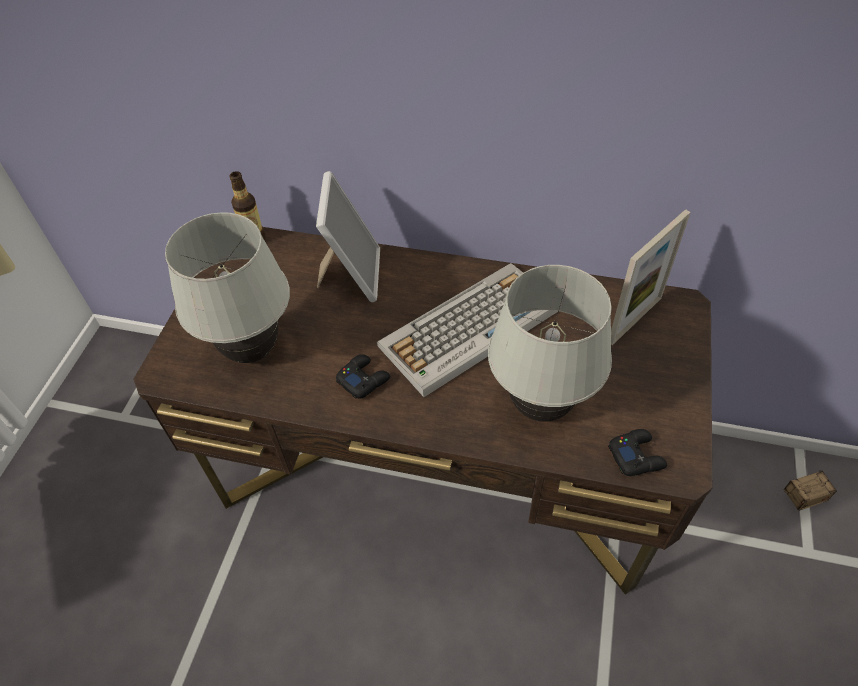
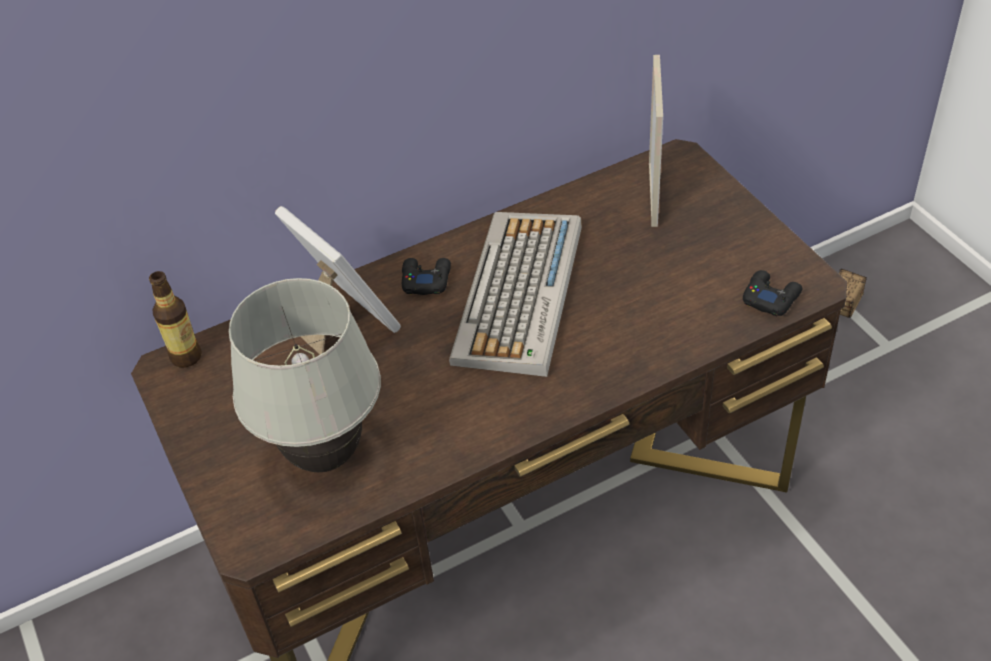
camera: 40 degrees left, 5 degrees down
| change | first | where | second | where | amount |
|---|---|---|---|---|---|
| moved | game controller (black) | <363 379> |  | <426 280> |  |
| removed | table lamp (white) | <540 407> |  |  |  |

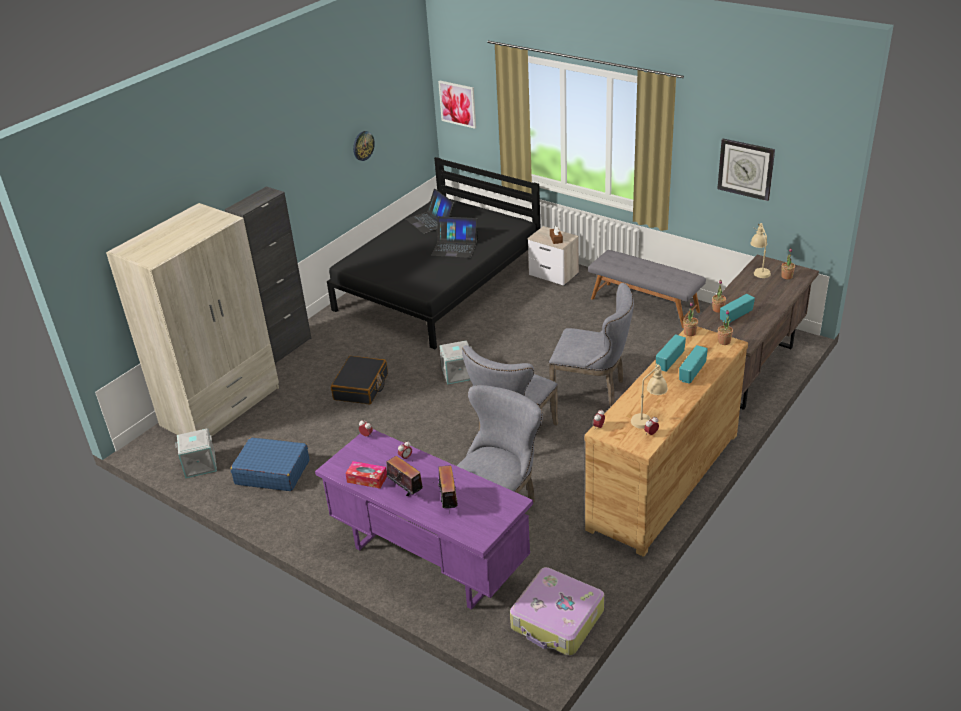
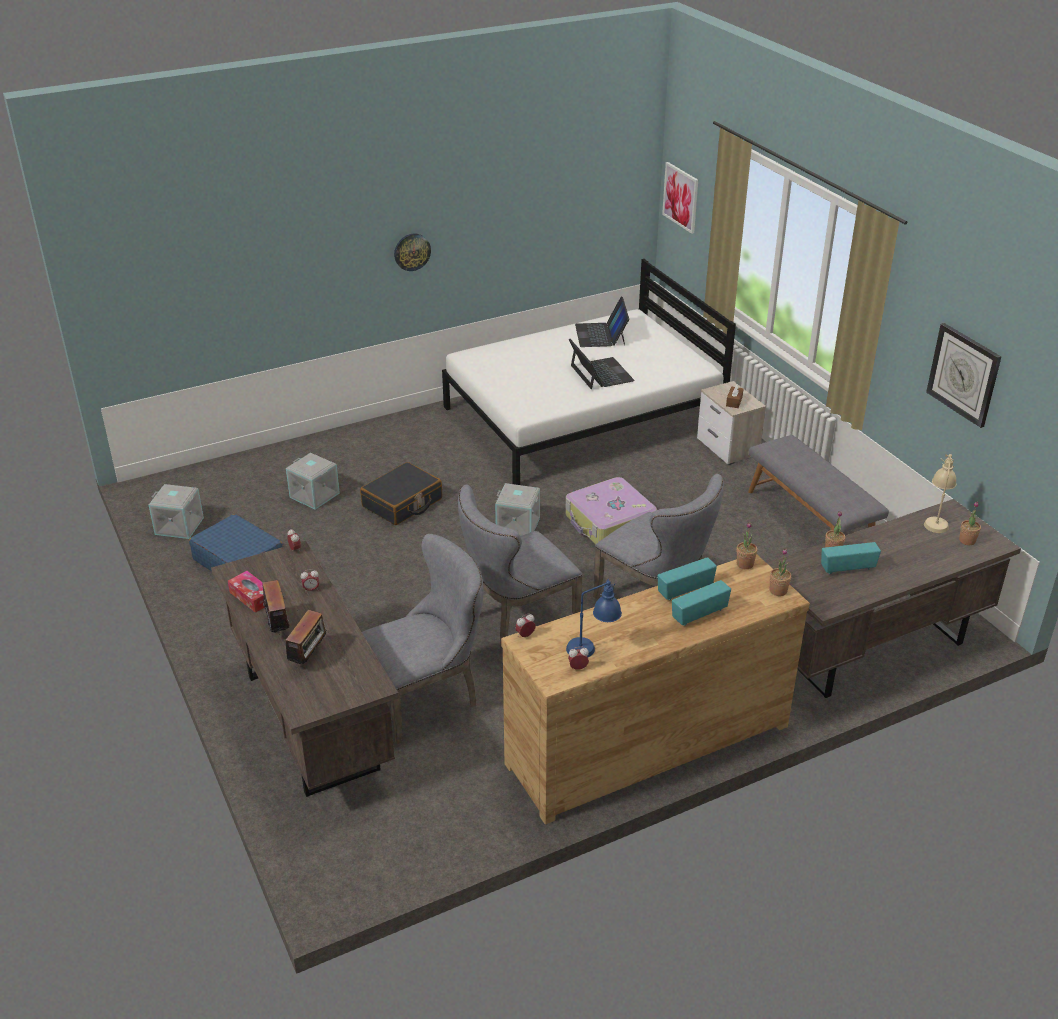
camera: 25 degrees right, 0 degrees up
| change | first | where | second | where | amount |
|---|---|---|---|---|---|
| removed | wardrobe (beige) | <221 406> |  |  |  |
| removed | cabinet (black) | <285 347> |  |  |  |
| recoloured | desk (purple) | <428 559> | desk (brown) | <310 721> |  |
| recoloured | bed (black) | <439 286> | bed (white) | <582 417> |  |
| moved | wall clock | <363 145> |  | <412 251> |  |
| turned | laptop | <455 247> |  | <600 373> | 150 degrees counterclockwise |
| moved | suitcase | <557 620> |  | <609 523> |  |
| recoloured | table lamp (beige) | <648 418> | table lamp (blue) | <593 648> |  |
| added |  |  | storage box (grey) | <315 495> |  |

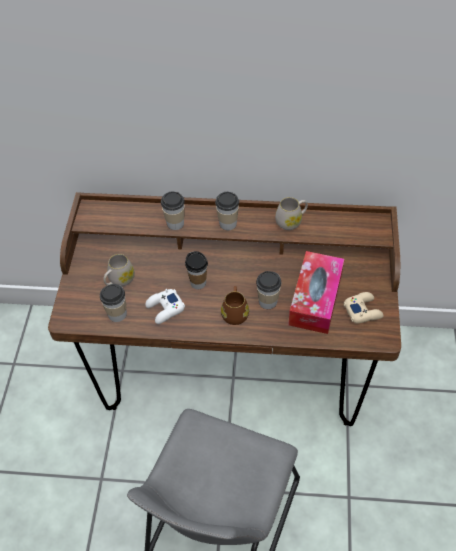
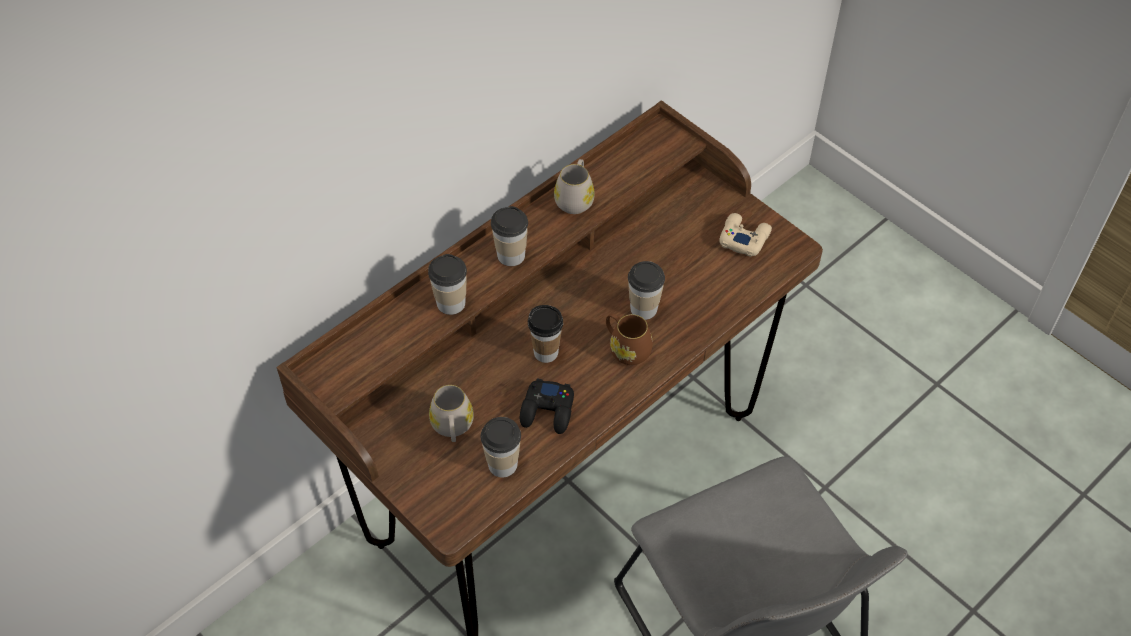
camera: 50 degrees left, 0 degrees up
| change | first | where | second | where | amount |
|---|---|---|---|---|---|
| recoloured | game controller (white) | <165 309> | game controller (black) | <548 411> |  |
| removed | tissue box | <315 299> |  |  |  |

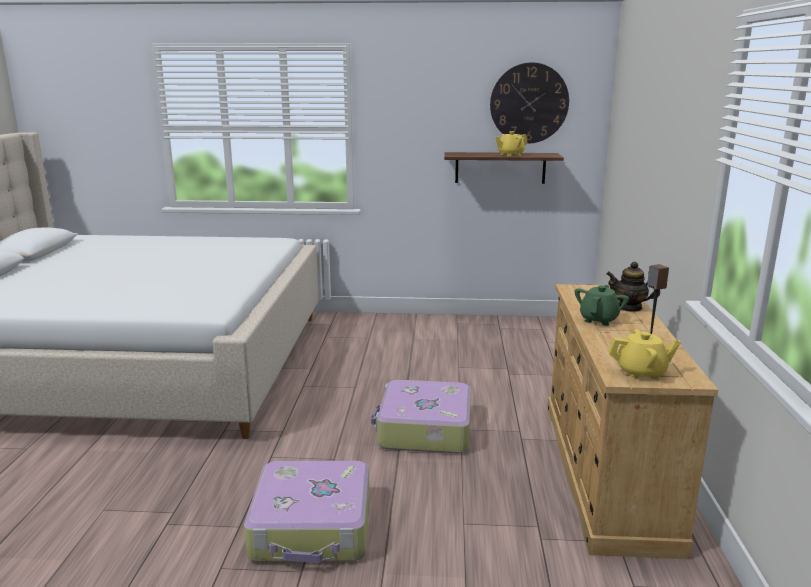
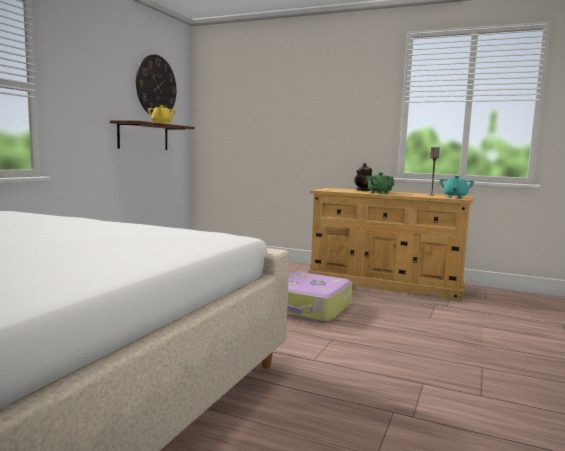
camera: 70 degrees left, 10 degrees down
| change | first | where | second | where | amount |
|---|---|---|---|---|---|
| removed | suitcase | <313 527> |  |  |  |
| recoloured | teapot (yellow) | <641 373> | teapot (turquoise) | <455 197> |  |

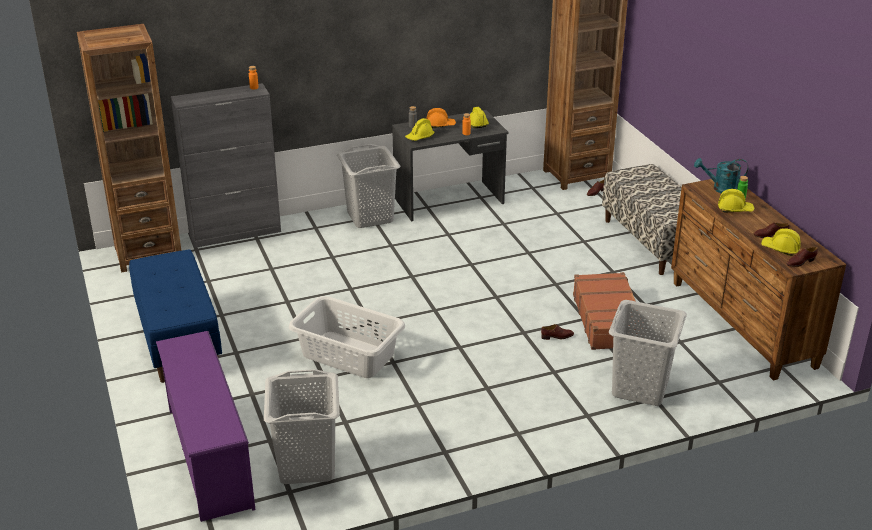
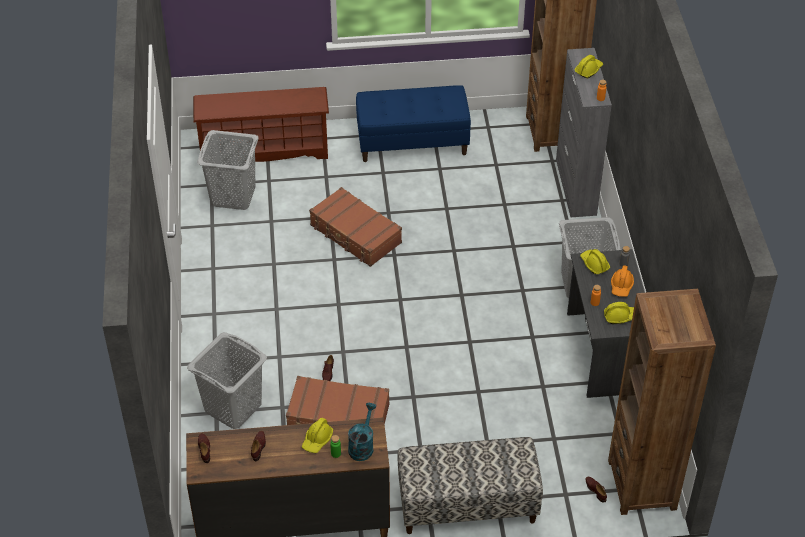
camera: 105 degrees right, 15 degrees up
| change | first | where | second | where | amount |
|---|---|---|---|---|---|
| recoloured | shoe rack (purple) | <208 457> | shoe rack (brown) | <265 150> |  |
| replaced | laundry basket (grey) | <348 354> | suitcase (brown) | <355 234> |  |
| moved | hard hat (yellow) | <780 248> |  | <588 70> |  |

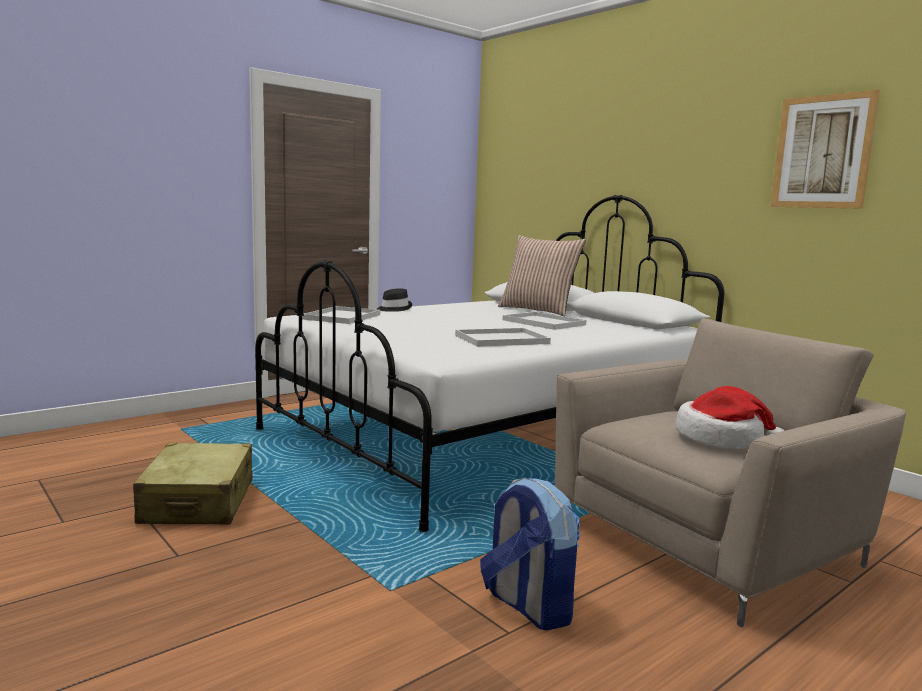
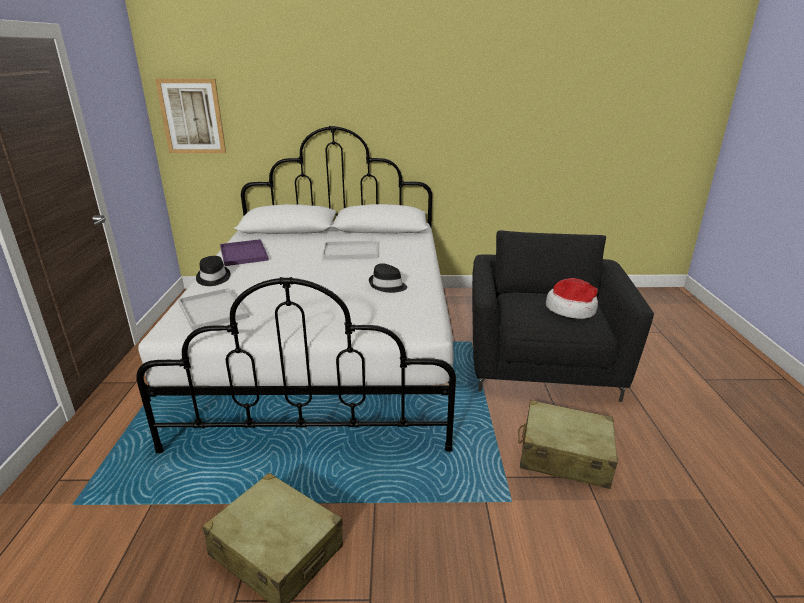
camera: 50 degrees left, 15 degrees up
| change | first | where | second | where | amount |
|---|---|---|---|---|---|
| replaced | tray (white) | <500 339> | hat (black) | <387 286> |  |
| replaced | backpack | <527 606> | suitcase (beige) | <564 455> |  |
| removed | pillow | <538 310> |  |  |  |
| recoloured | armchair (beige) | <706 542> | armchair (black) | <541 363> |  |
| moved | picture | <822 152> |  | <192 116> |  |
| added |  |  | tray (purple) | <244 254> |  |

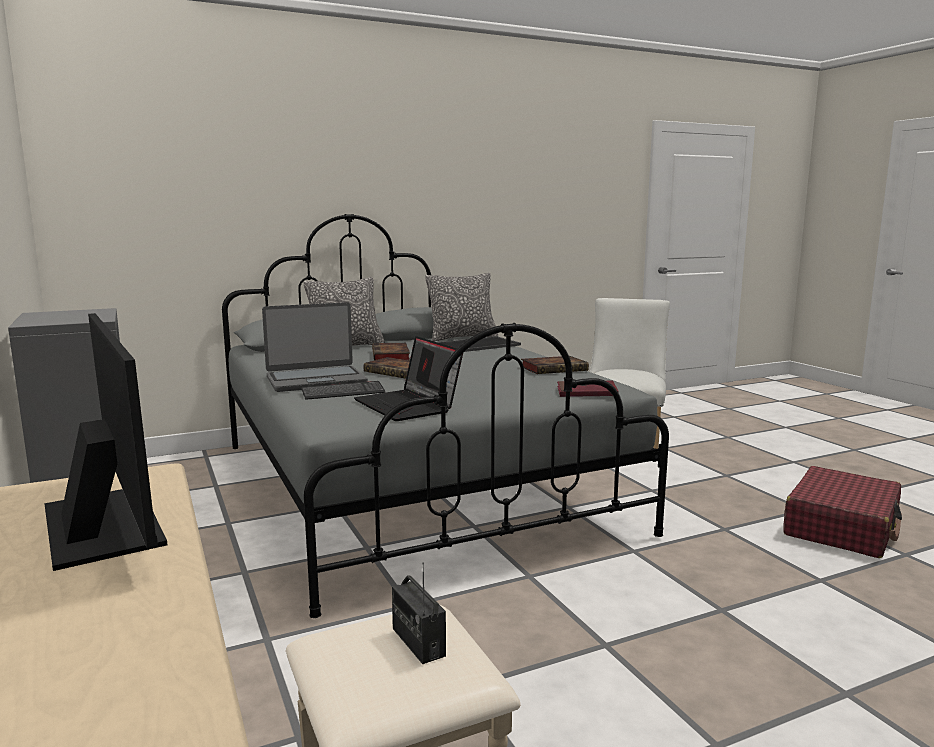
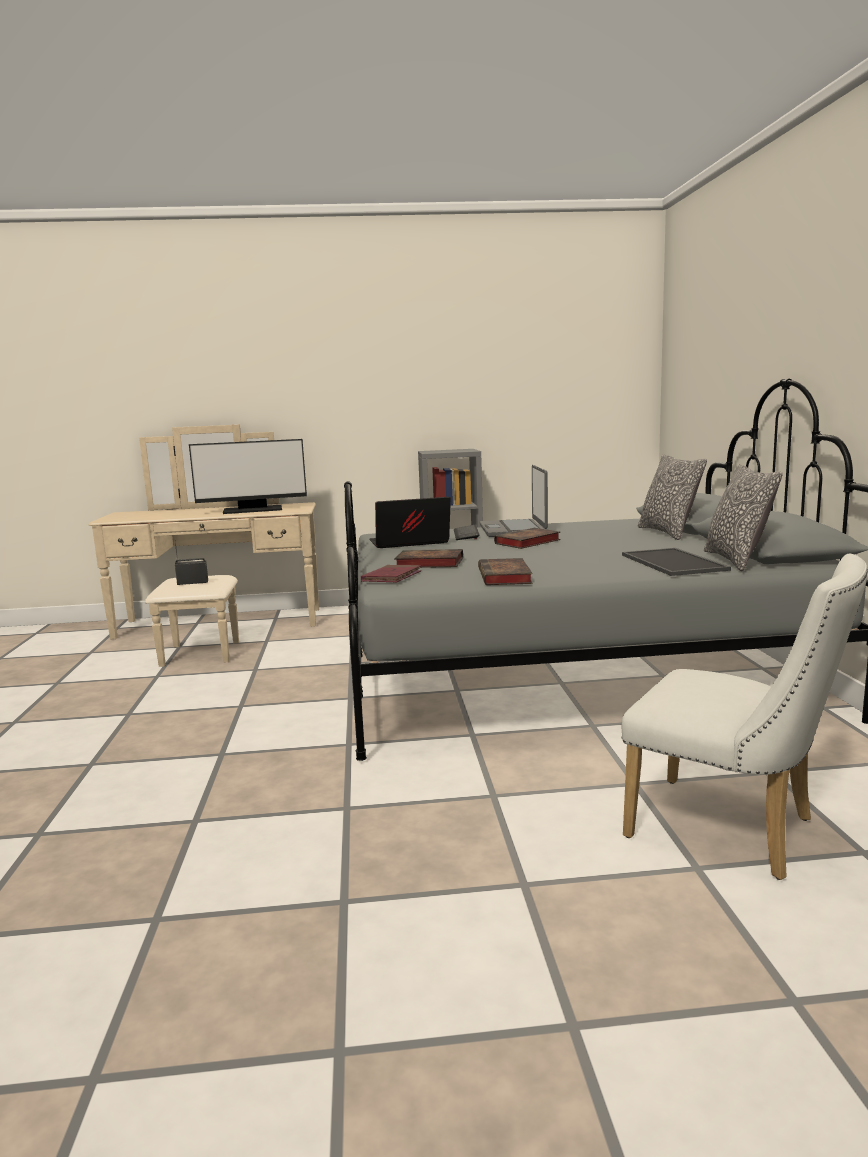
camera: 110 degrees right, 0 degrees up
| change | first | where | second | where | amount |
|---|---|---|---|---|---|
| moved | book | <391 356> |  | <427 563> |  |
| removed | suitcase (red) | <841 527> |  |  |  |

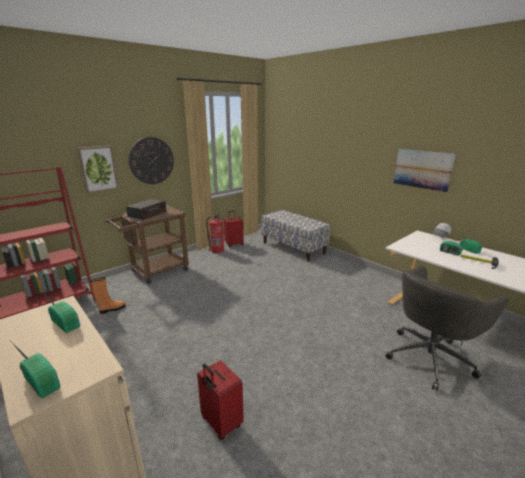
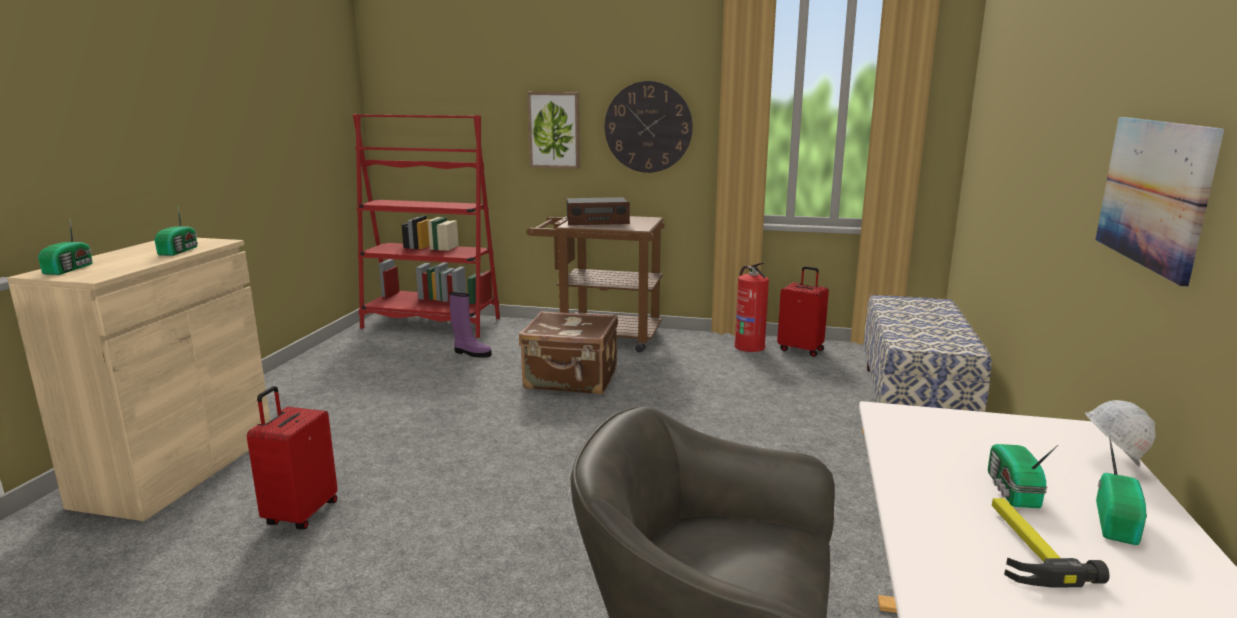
camera: 55 degrees right, 5 degrees down
| change | first | where | second | where | amount |
|---|---|---|---|---|---|
| recoloured | boot (orange) | <111 309> | boot (purple) | <471 353> |  |
| added |  |  | suitcase (brown) | <571 380> |  |

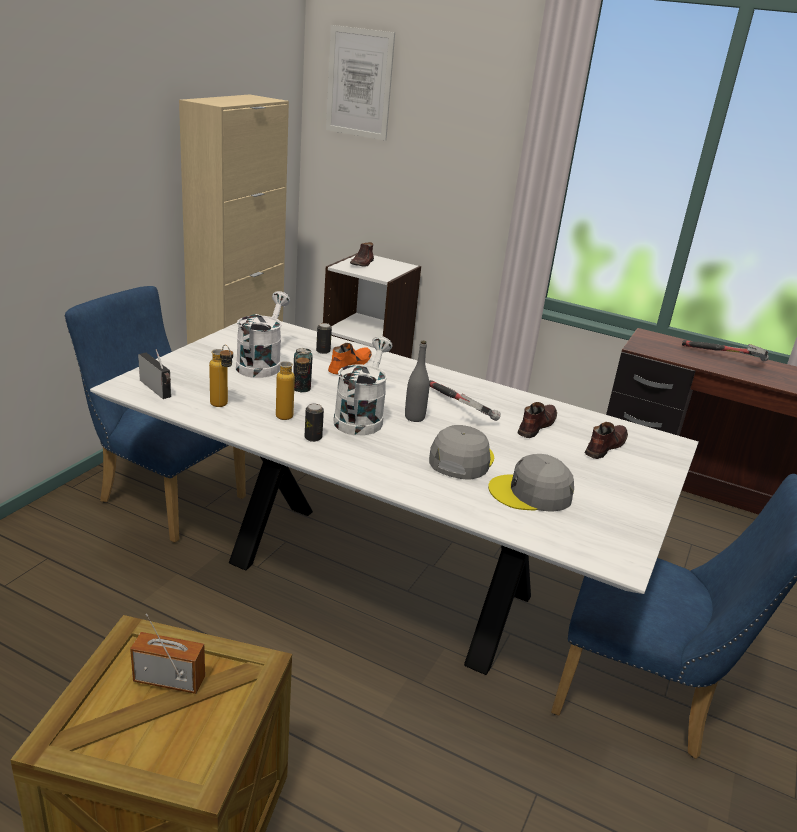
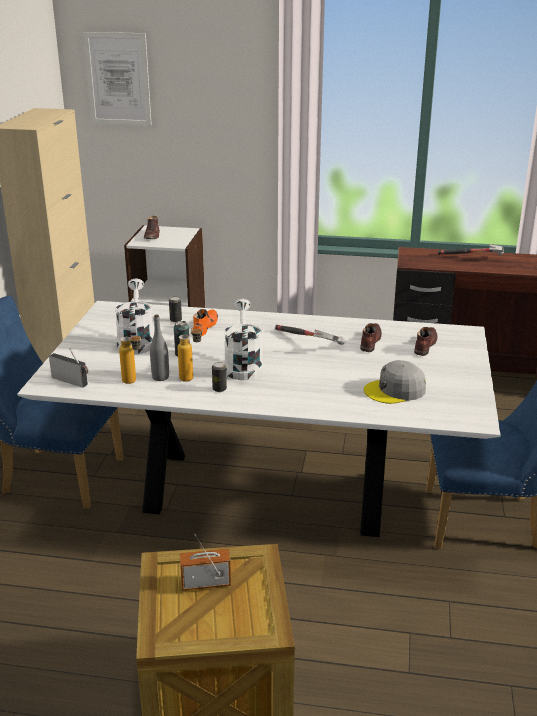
camera: 15 degrees left, 0 degrees up
| change | first | where | second | where | amount |
|---|---|---|---|---|---|
| moved | bottle (grey) | <414 417> |  | <160 377> |  |
| removed | cap (grey) | <461 459> |  |  |  |

